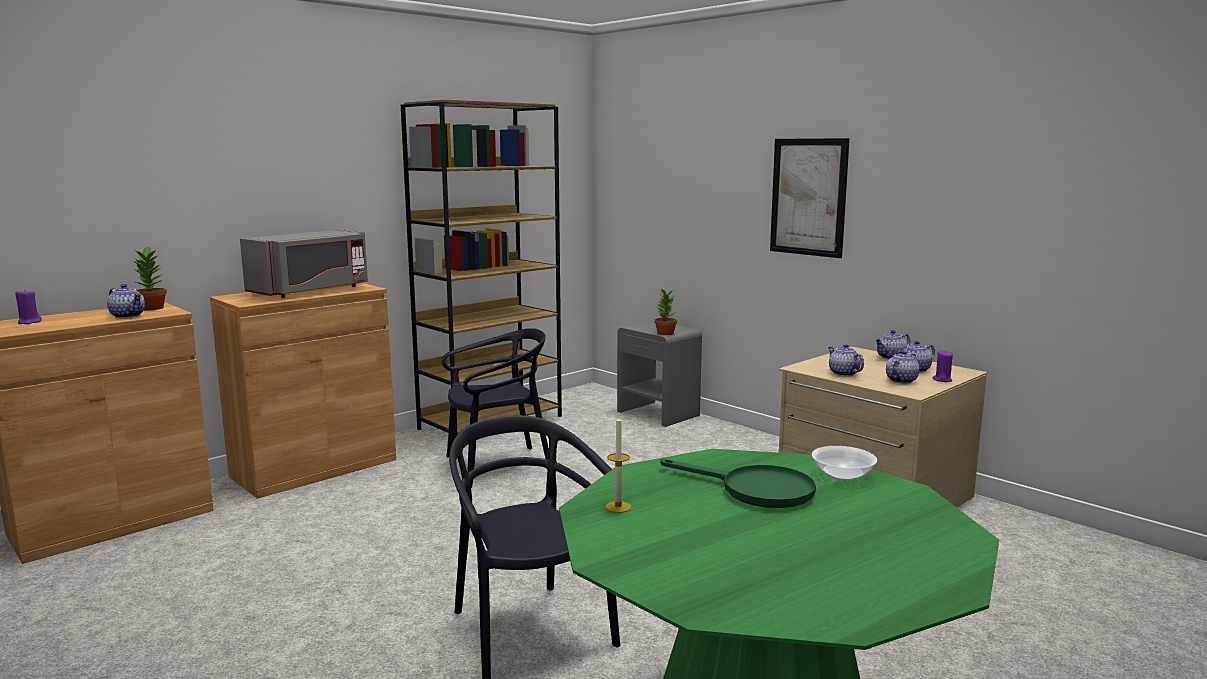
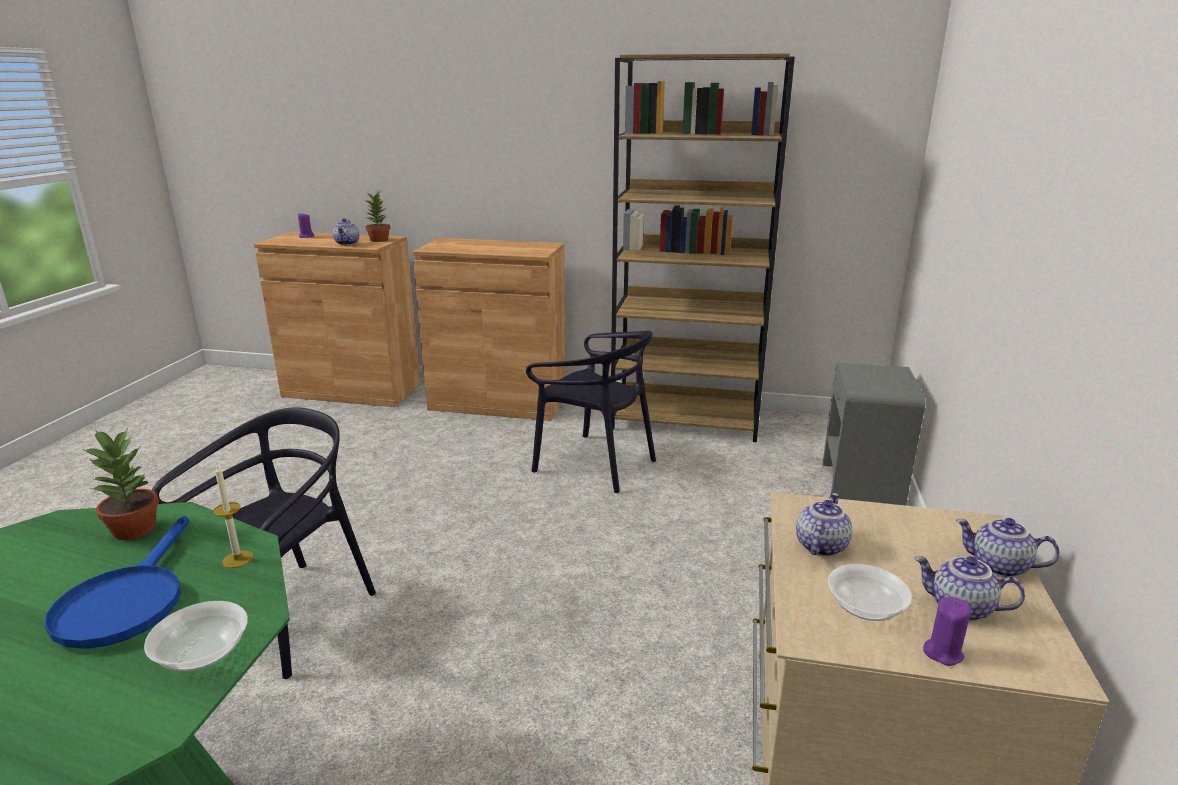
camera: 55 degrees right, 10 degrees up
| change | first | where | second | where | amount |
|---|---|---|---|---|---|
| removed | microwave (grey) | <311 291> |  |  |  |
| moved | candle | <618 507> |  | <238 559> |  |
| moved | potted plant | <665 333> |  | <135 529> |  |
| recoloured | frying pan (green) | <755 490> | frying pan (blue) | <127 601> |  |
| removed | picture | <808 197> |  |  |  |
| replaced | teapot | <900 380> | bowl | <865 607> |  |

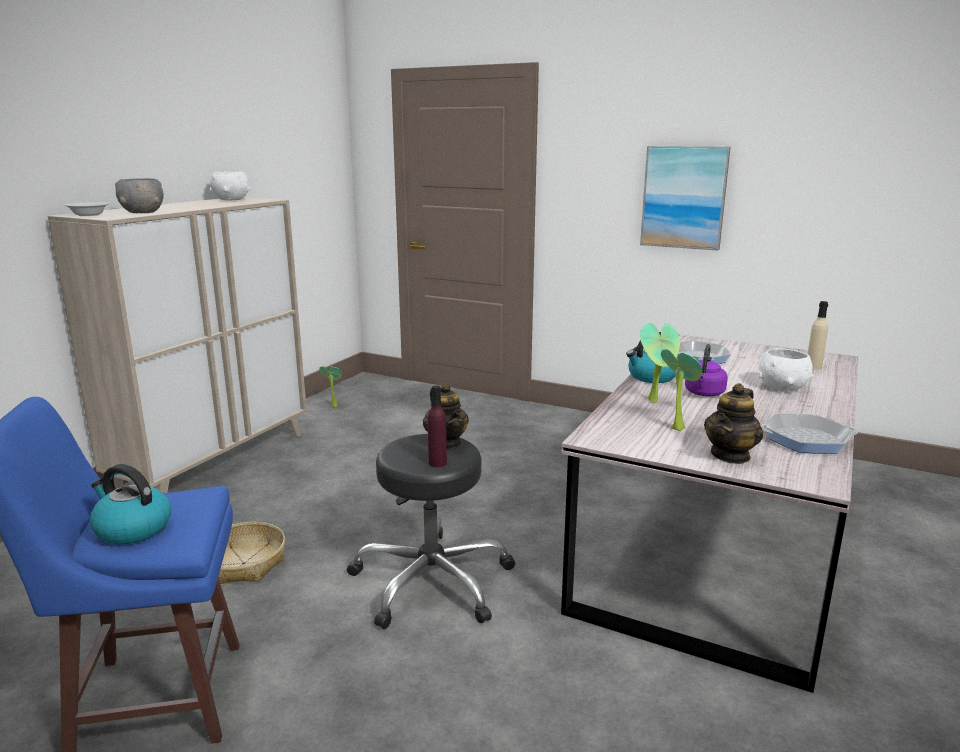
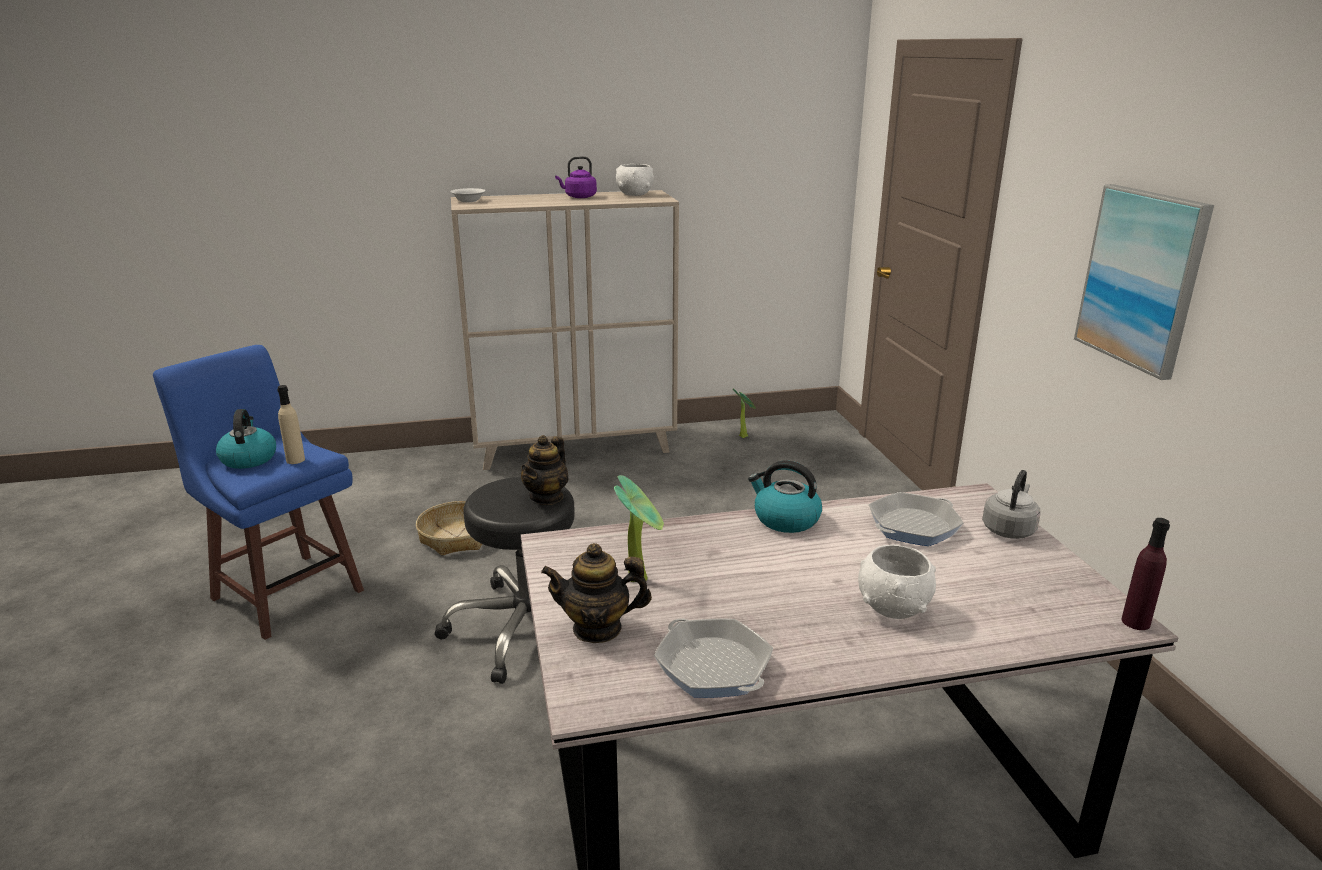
camera: 50 degrees right, 5 degrees up
| change | first | where | second | where | amount |
|---|---|---|---|---|---|
| removed | bowl (grey) | <142 212> |  |  |  |
| moved | bottle (purple) | <437 463> |  | <1135 622> |  |
| removed | potted plant | <655 401> |  |  |  |
| moved | kettle (purple) | <704 394> |  | <579 197> |  |
| moved | bottle (beige) | <813 367> |  | <295 460> |  |
| added |  |  | kettle (grey) | <1009 529> |  |

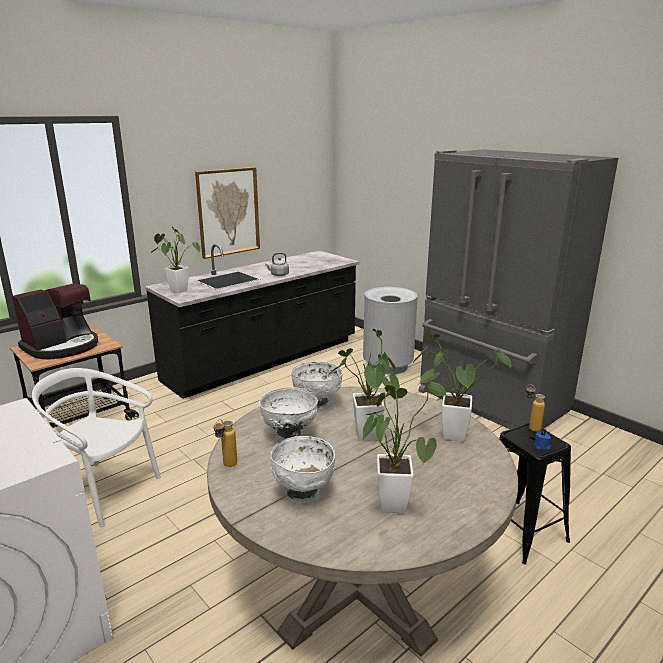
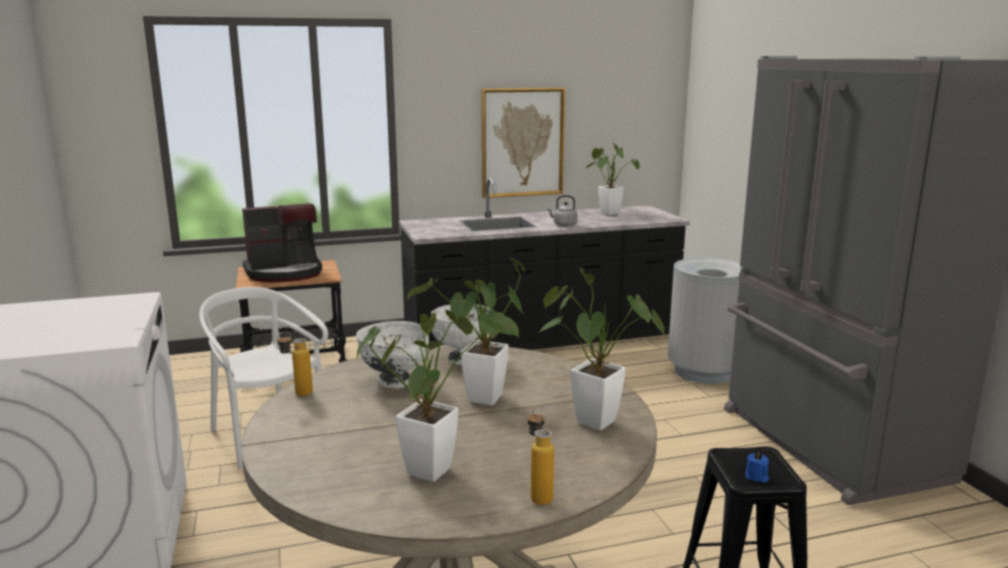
camera: 25 degrees right, 5 degrees down
| change | first | where | second | where | amount |
|---|---|---|---|---|---|
| moved | potted plant | <176 290> |  | <607 212> |  |
| removed | bowl (white) | <304 494> |  |  |  |
| moved | bottle | <530 427> |  | <538 494> |  |

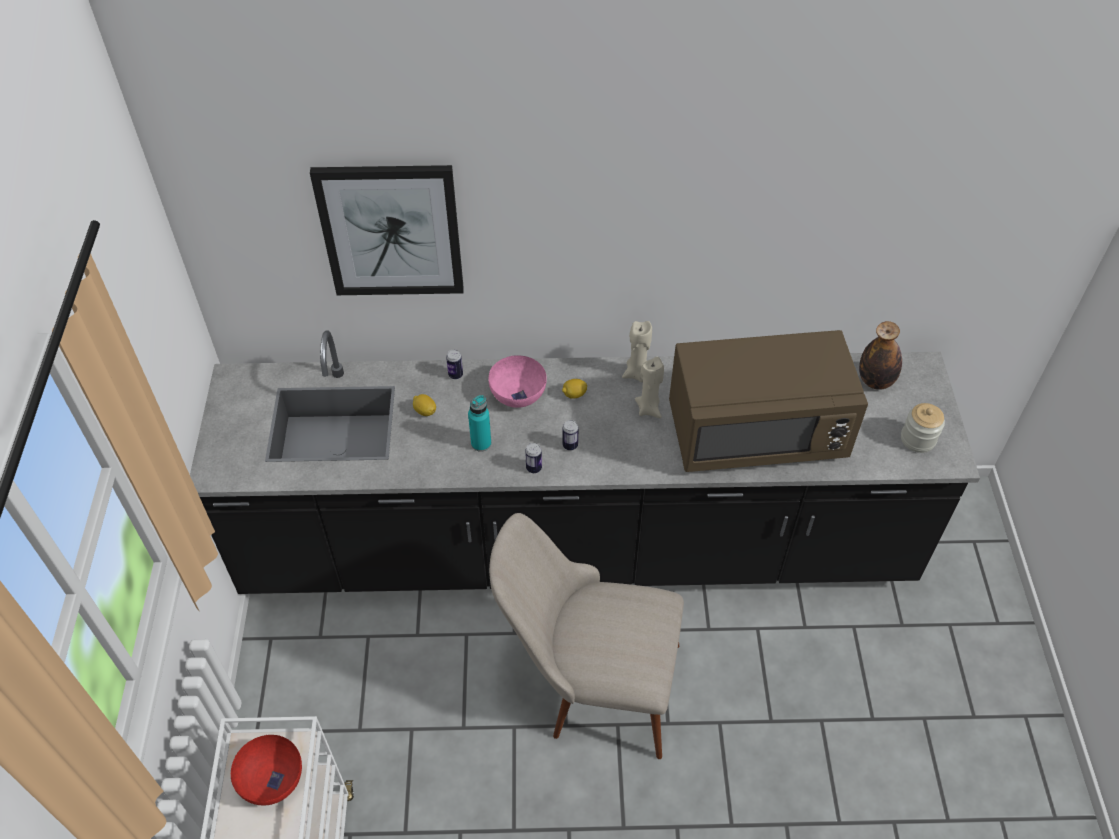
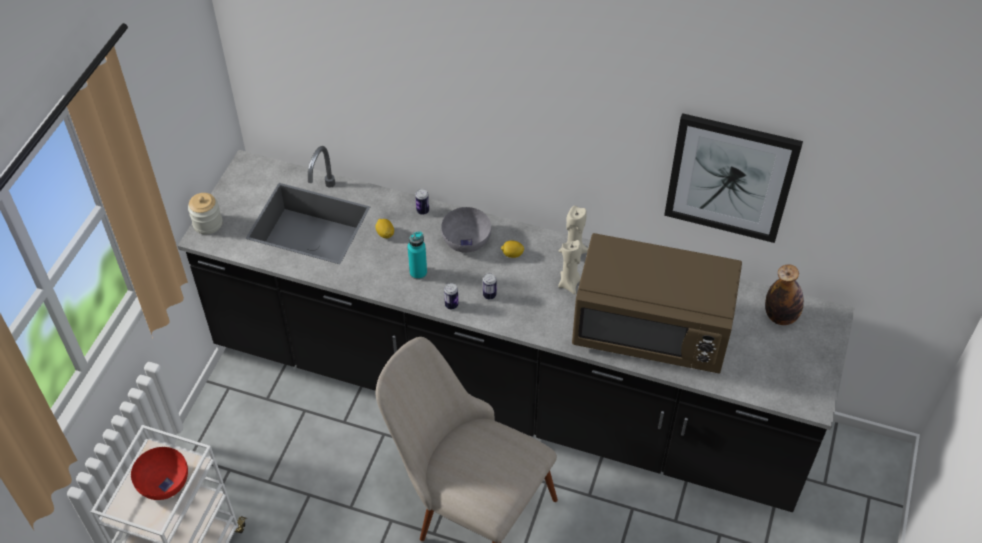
camera: 20 degrees right, 0 degrees up
| change | first | where | second | where | amount |
|---|---|---|---|---|---|
| moved | picture | <391 231> |  | <730 177> |  |
| recoloured | bowl (pink) | <518 393> | bowl (grey) | <467 240> |  |
| moved | jar | <918 439> |  | <208 223> |  |

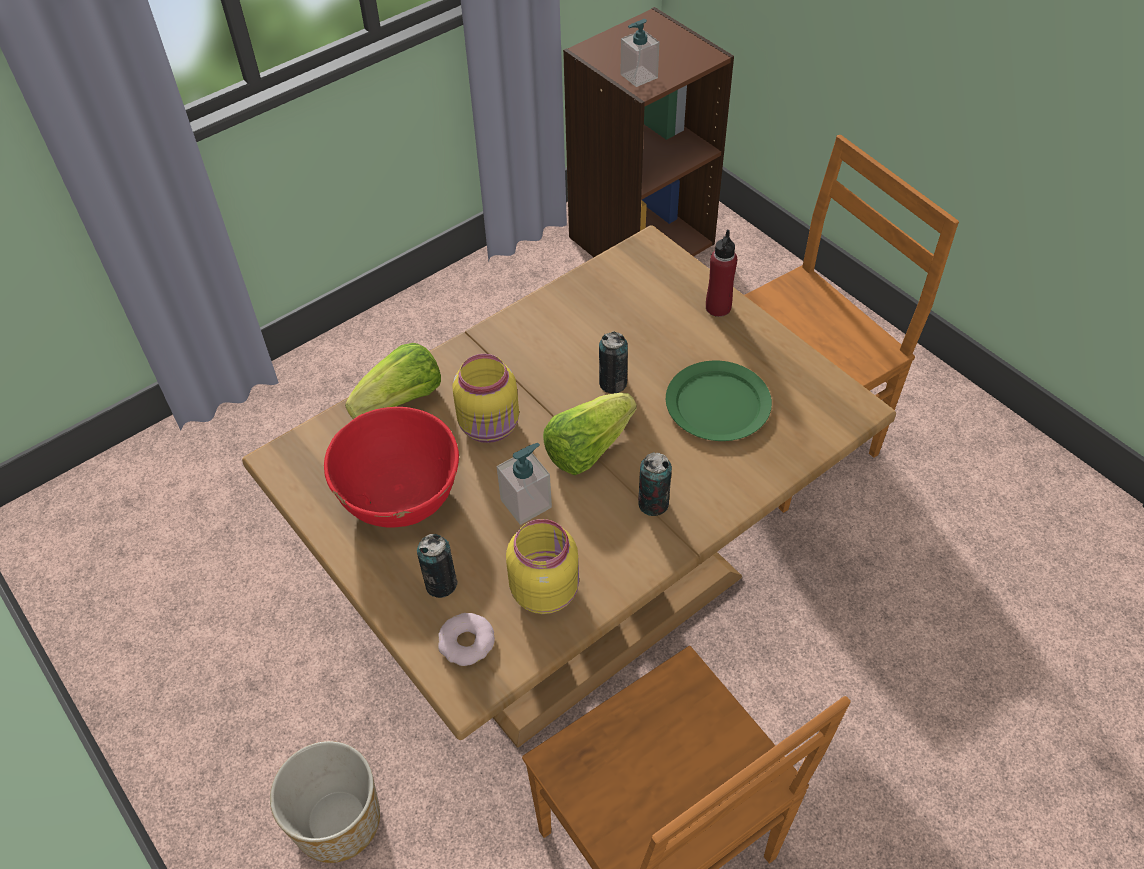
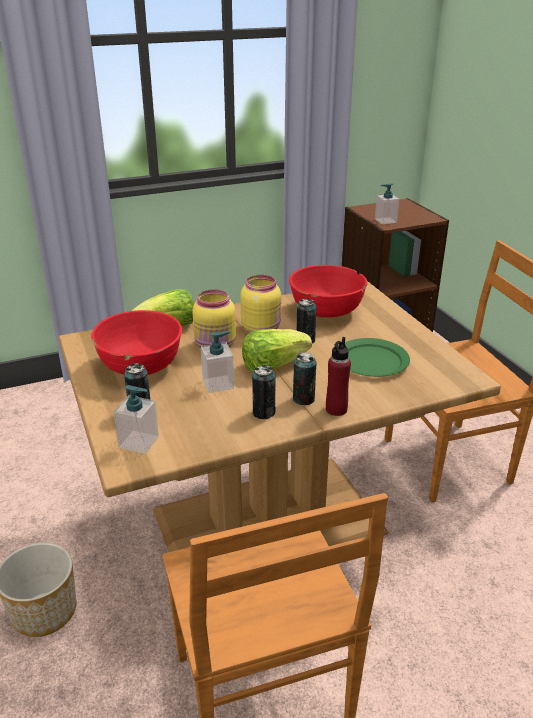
camera: 15 degrees right, 20 degrees down
| change | first | where | second | where | amount |
|---|---|---|---|---|---|
| replaced | donut | <467 642> | soap dispenser | <139 442> |  |
| moved | jar (yellow) | <545 589> |  | <261 328> |  |
| moved | bottle (red) | <718 307> |  | <336 409> |  |
| added |  |  | can | <264 413> |  |
| added |  |  | bowl (red) | <326 311> |  |

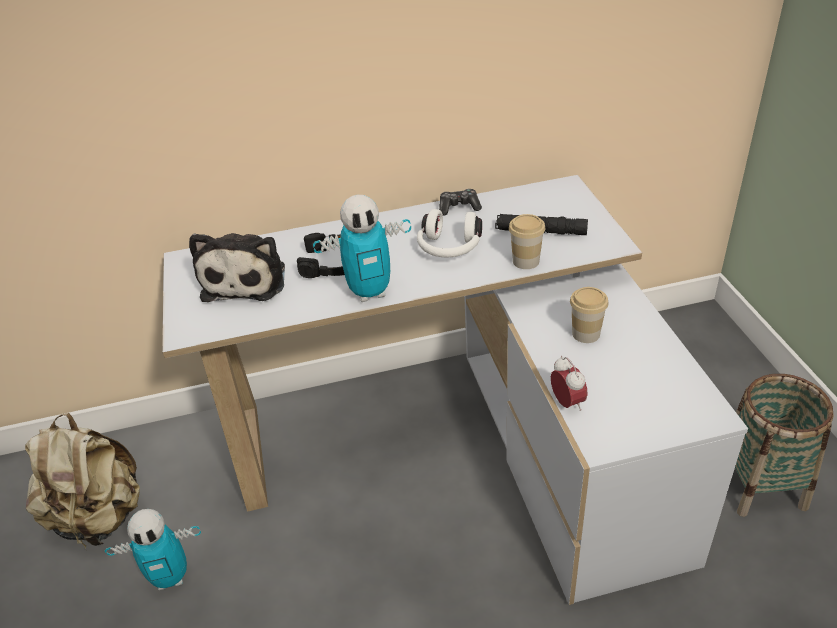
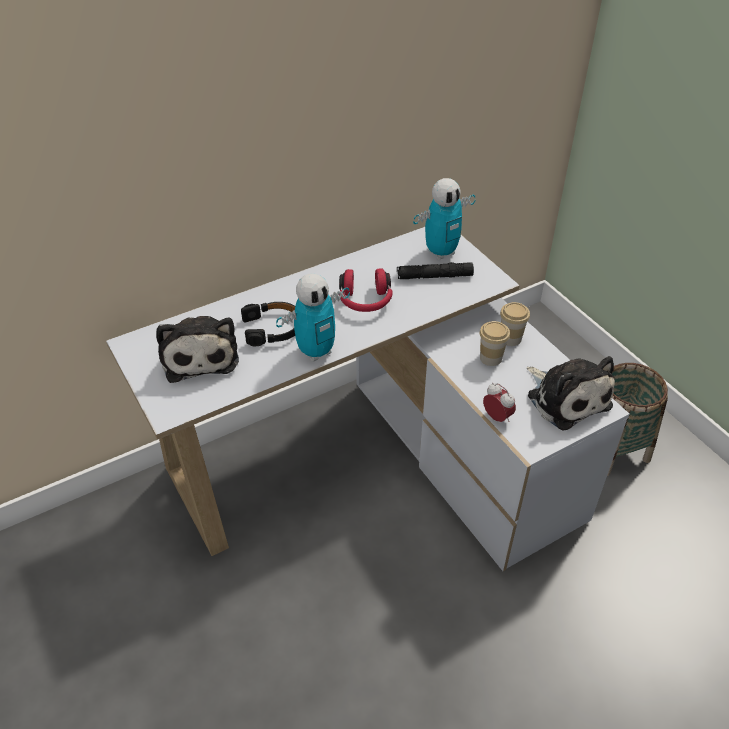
camera: 20 degrees left, 5 degrees up
| change | first | where | second | where | amount |
|---|---|---|---|---|---|
| removed | backpack (beige) | <100 517> |  |  |  |
| moved | toy robot | <171 577> |  | <441 252> |  |
| recoloured | headphones (white) | <449 248> | headphones (red) | <365 301> |  |
| removed | game controller | <459 207> |  |  |  |
| moved | cup | <526 261> |  | <510 338> |  |
| added |  |  | plush toy | <566 398> |  |

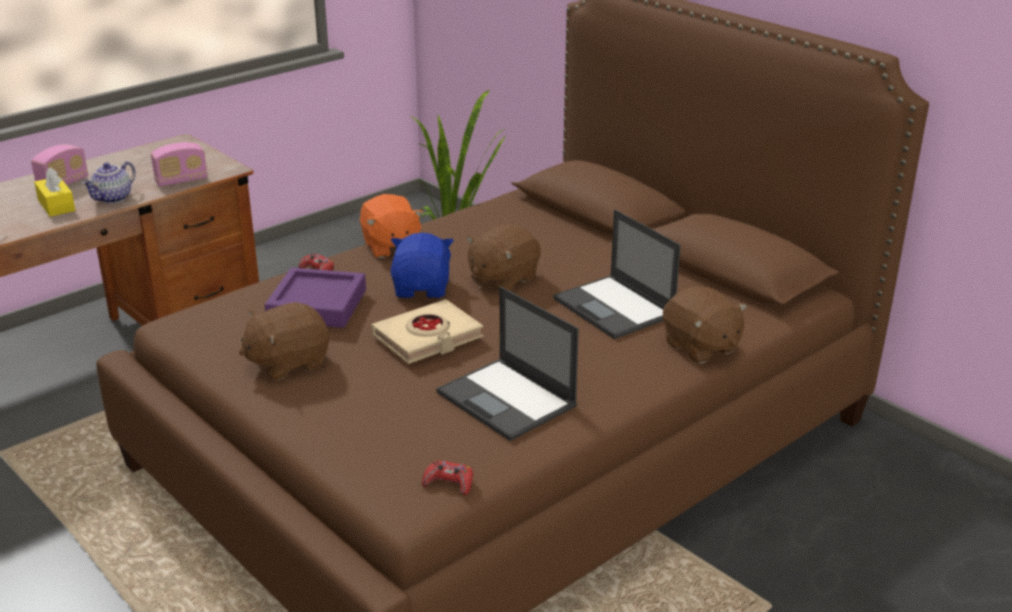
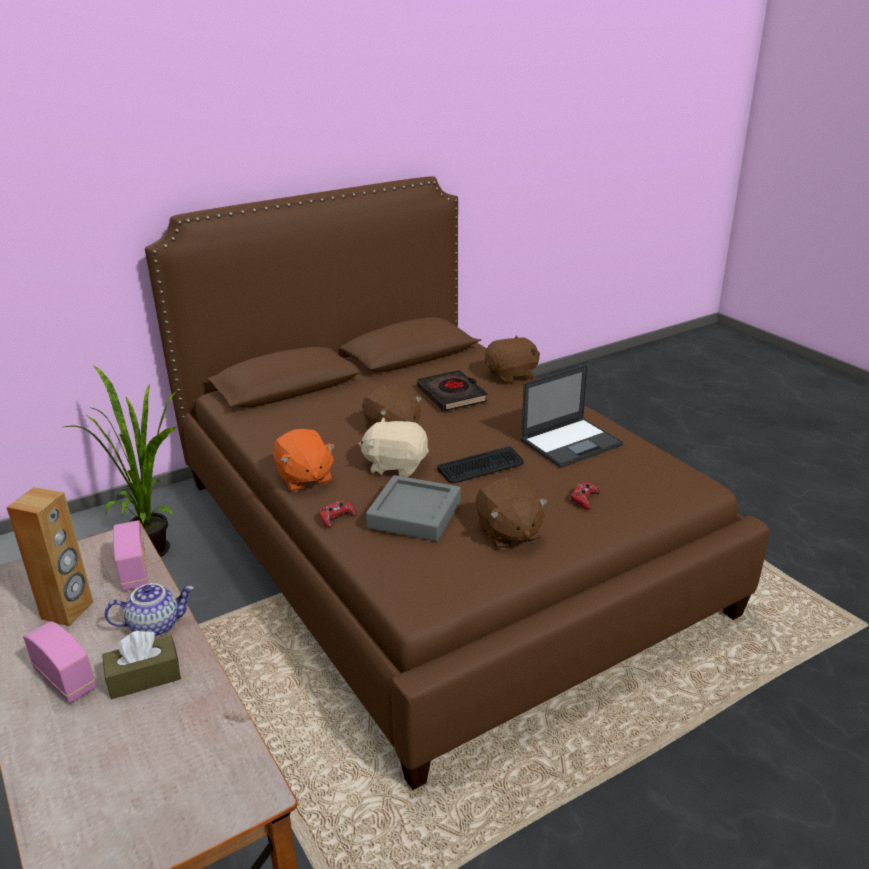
camera: 80 degrees left, 0 degrees up
| change | first | where | second | where | amount |
|---|---|---|---|---|---|
| recoloured | tissue box (yellow) | <56 205> | tissue box (brown) | <144 677> |  |
| turned | teapot | <113 199> |  | <155 625> | 60 degrees counterclockwise |
| recoloured | tray (purple) | <317 305> | tray (grey) | <414 514> |  |
| turned | plush toy (orange) | <390 247> |  | <304 478> | 75 degrees clockwise |
| replaced | book (beige) | <428 338> | keyboard | <481 466> |  |
| recoloured | plush toy (blue) | <422 289> | plush toy (beige) | <396 465> |  |
| moved | game controller (red) | <449 483> |  | <584 499> |  |
| replaced | laptop | <615 308> | book (black) | <452 395> |  |
| added |  |  | speaker (brown) | <68 610> |  |

